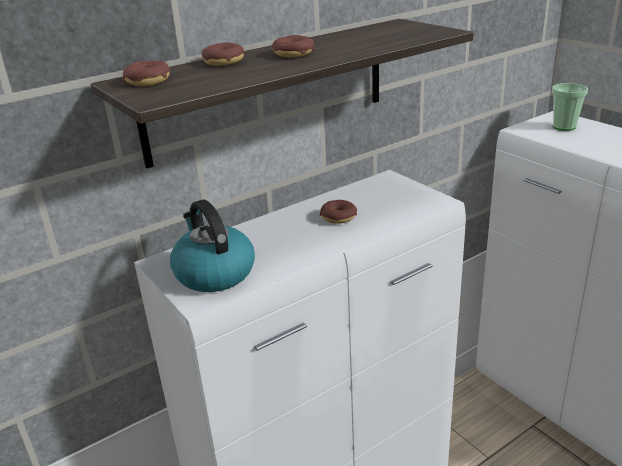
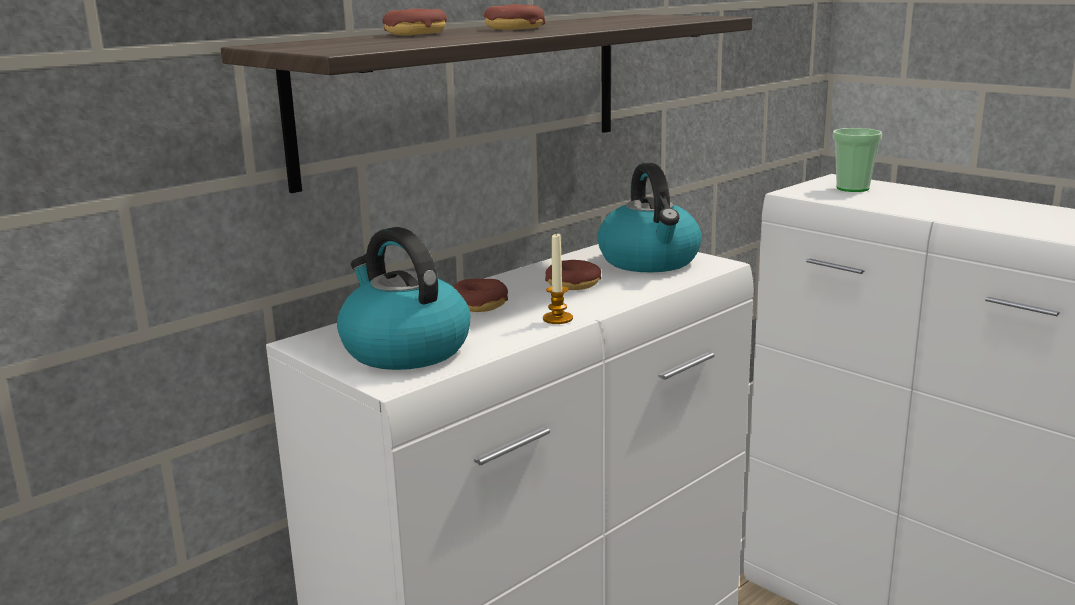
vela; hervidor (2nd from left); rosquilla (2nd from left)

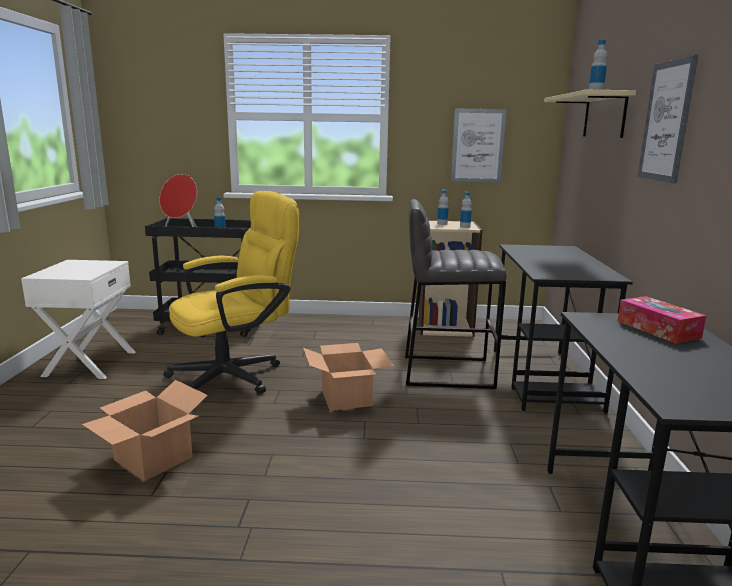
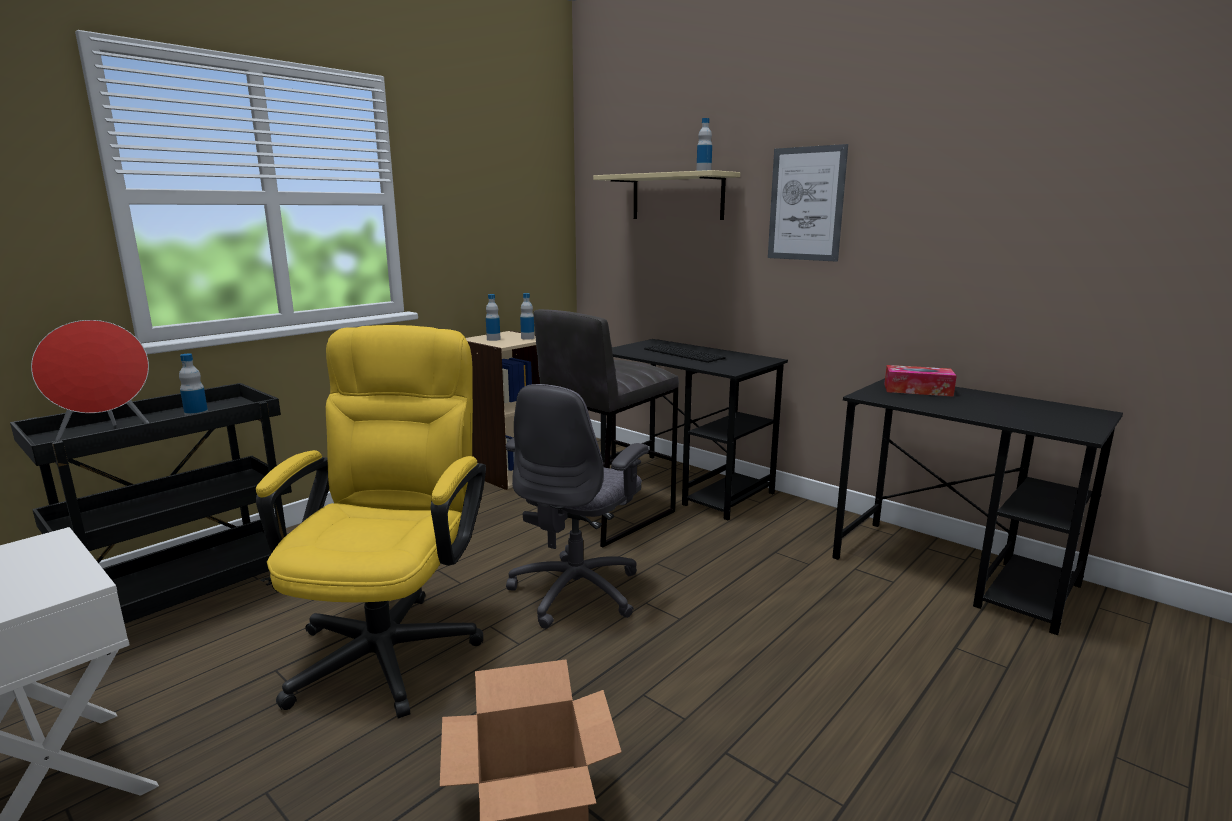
cuadro (1st from left in the first image); teclado; silla de oficina/gris

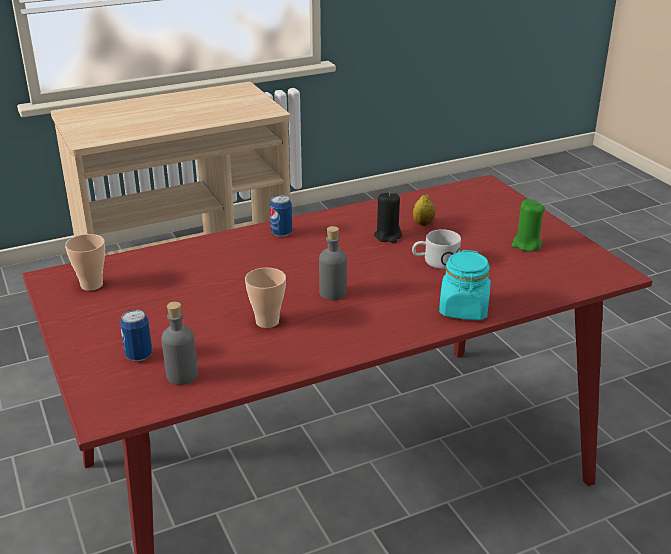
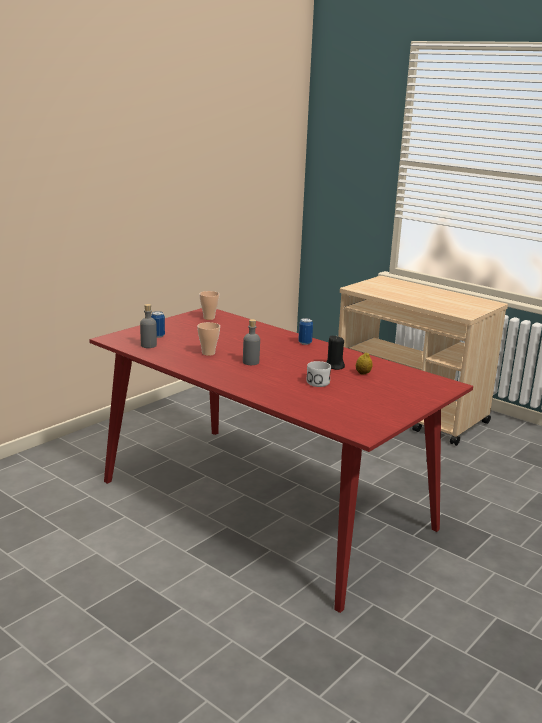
tarro/turquesa; vela/verde

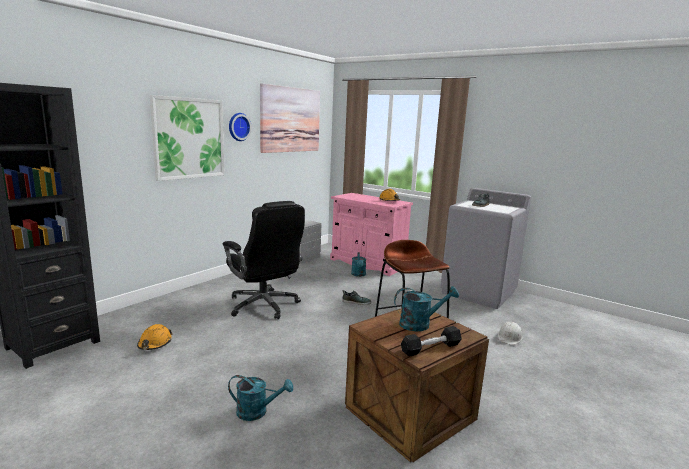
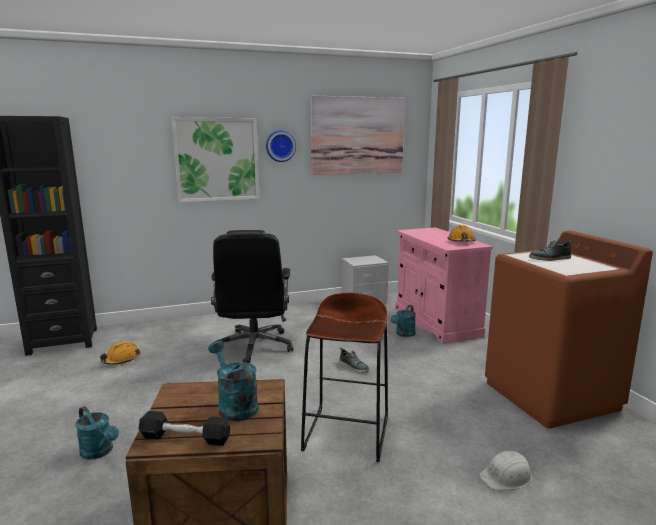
lavadora/marrón; regadera/turquesa (2nd from left)

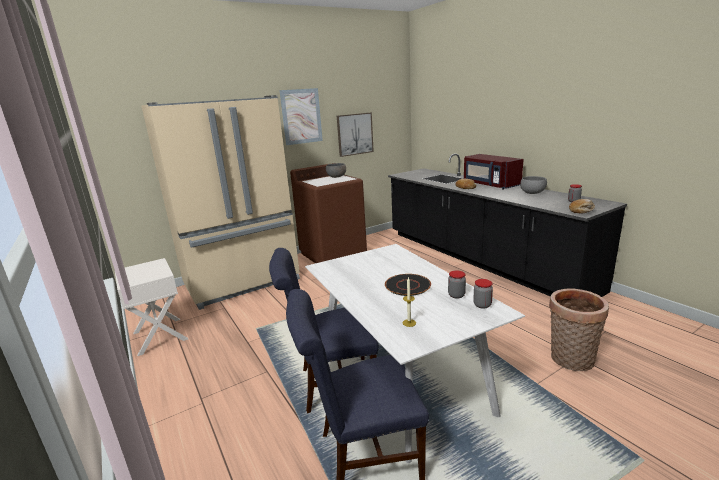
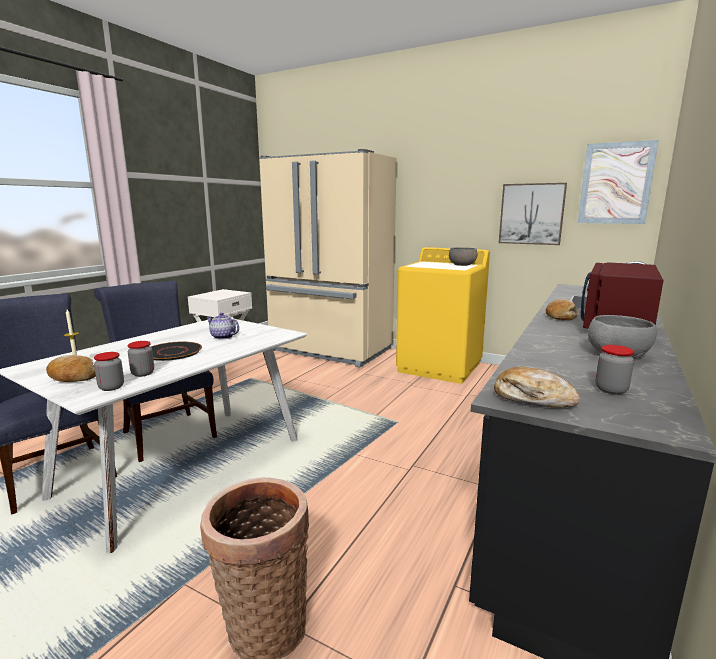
pan (1st from left); tetera; cuadro (2nd from left); lavadora/amarillo

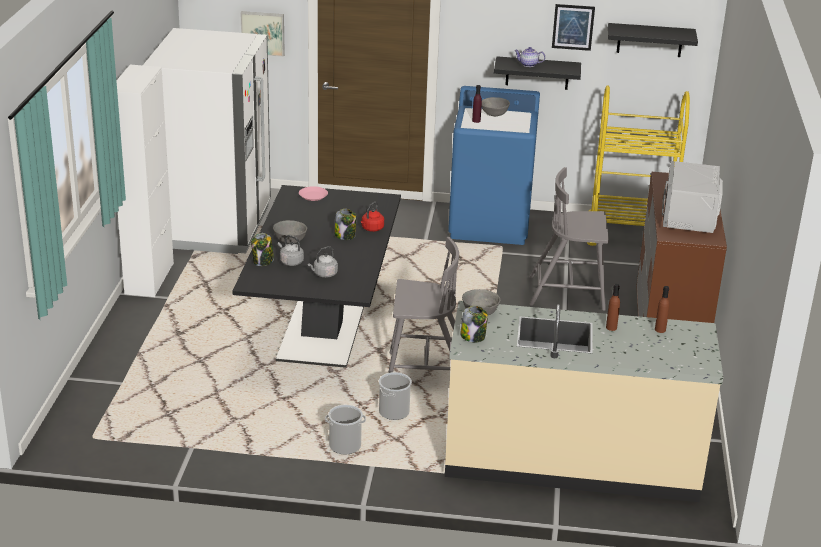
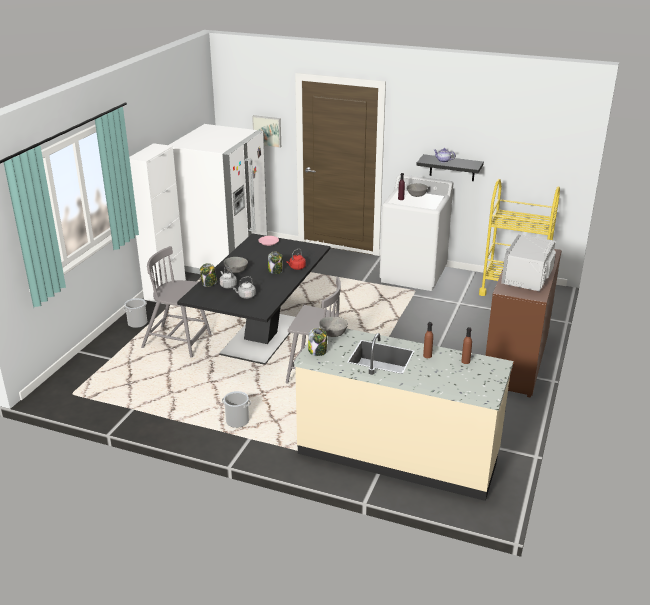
cuadro (2nd from left in the first image); estante/negro (2nd from left in the first image); cubo (1st from left); silla/gris (1st from left); lavadora/blanco

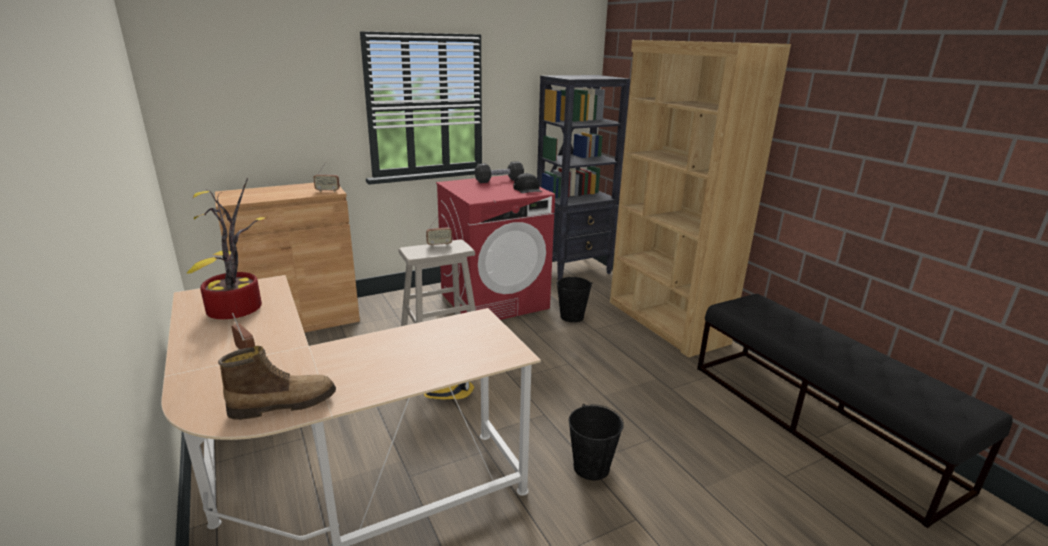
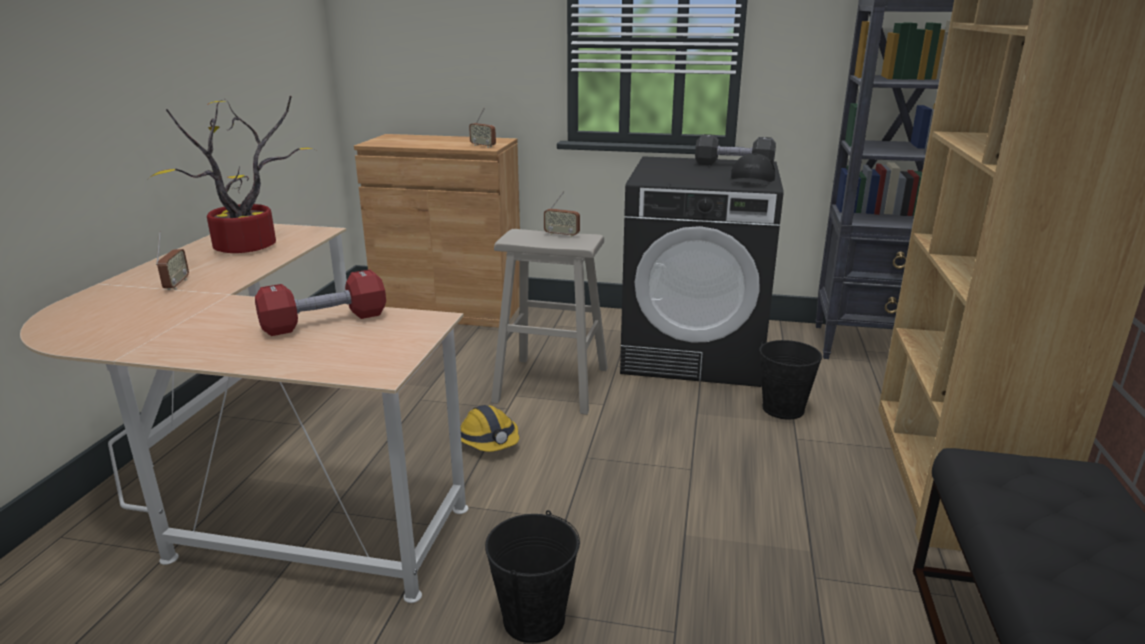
bota; mancuerna/rojo; lavadora/negro

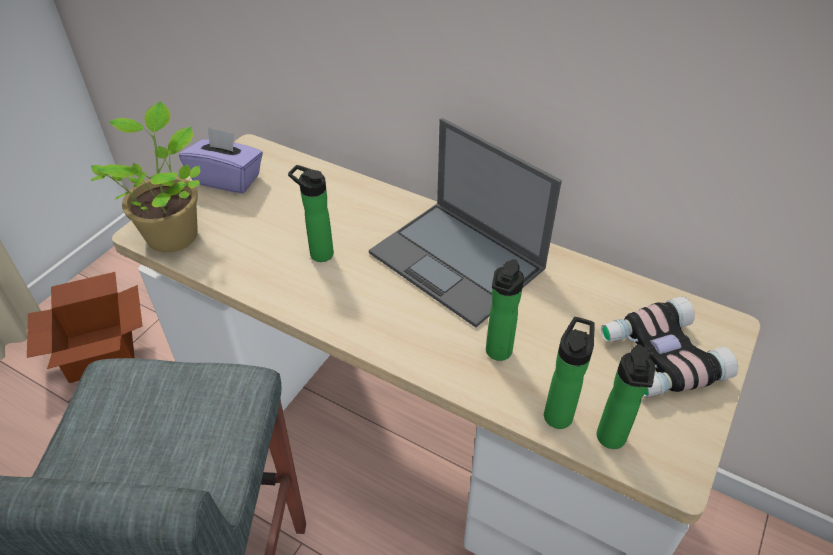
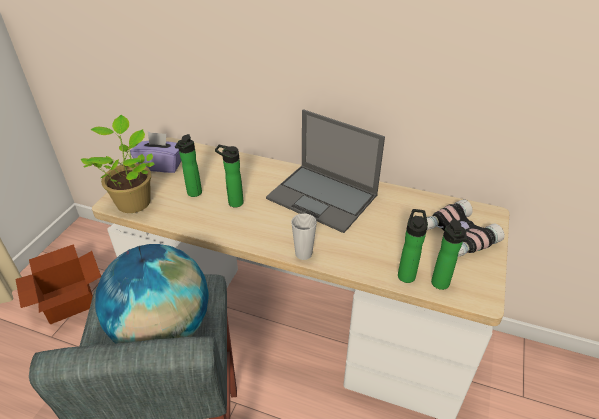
globo terráqueo; taza; botella (1st from left)

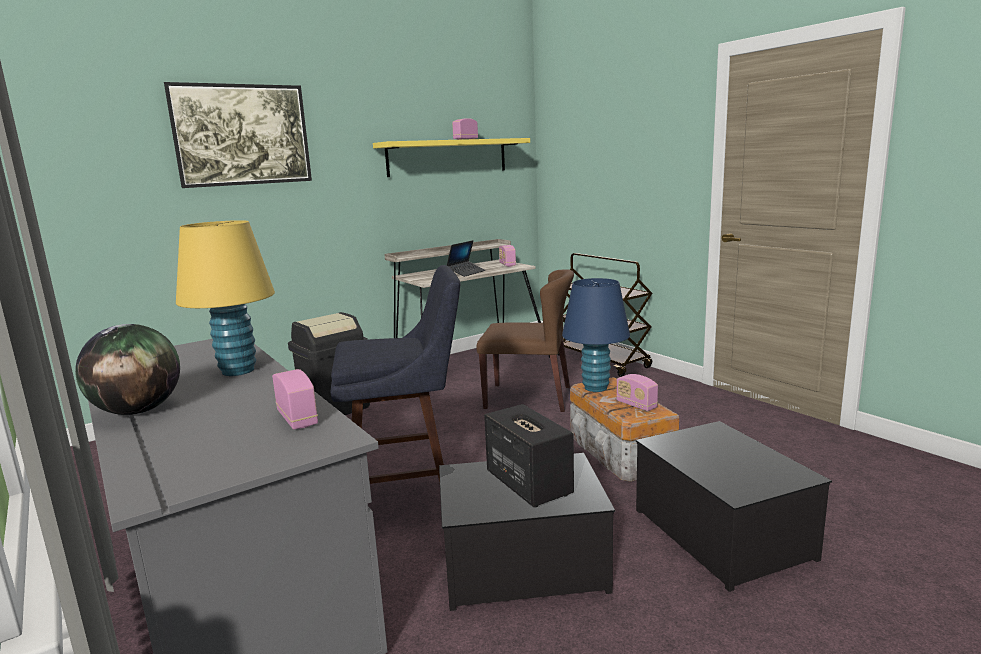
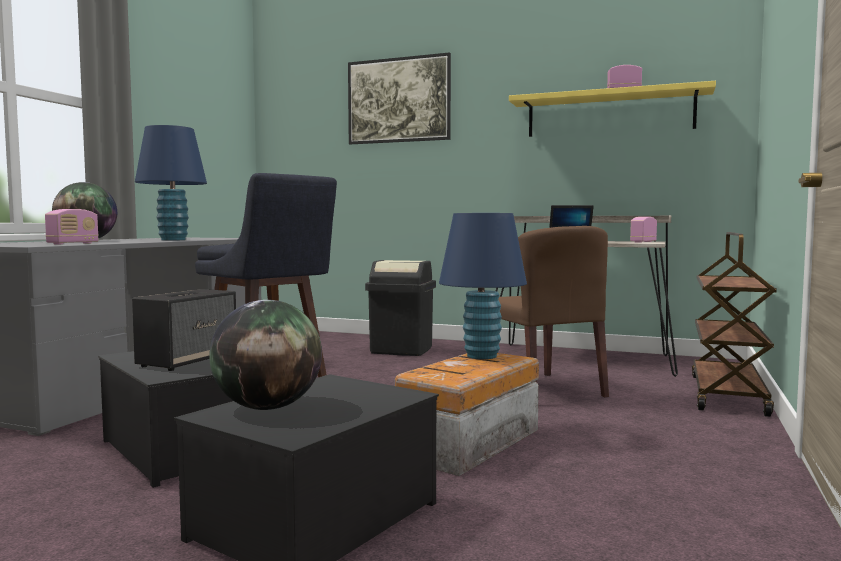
radio (4th from left in the first image); globo terráqueo (2nd from left); lámpara de mesa/azul (1st from left)

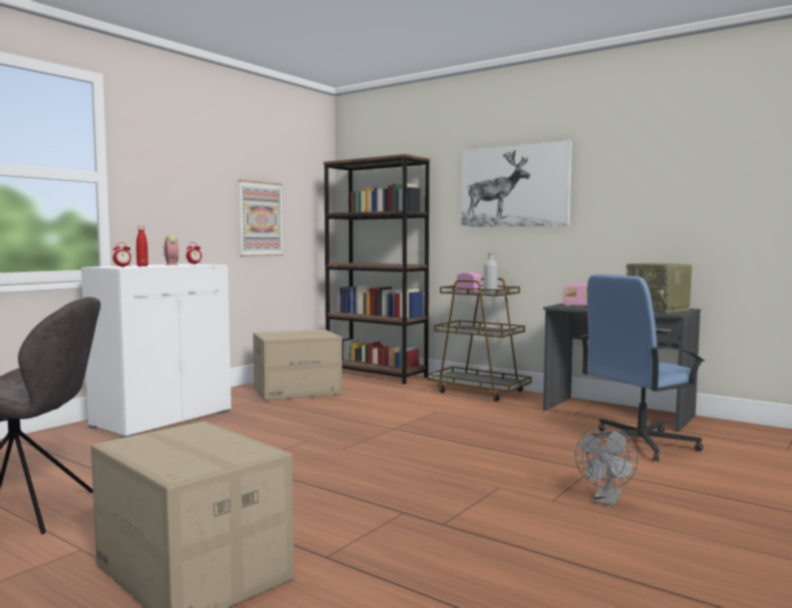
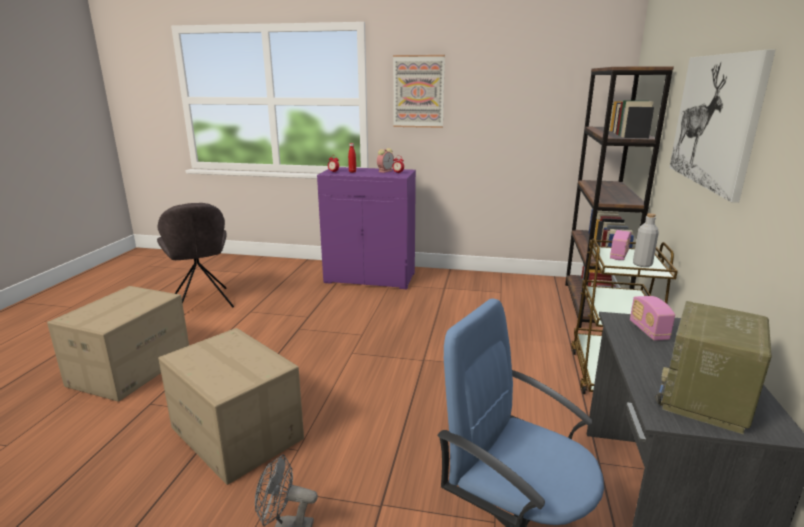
cuadro (1st from left); caja de cartón (2nd from left); armario/morado

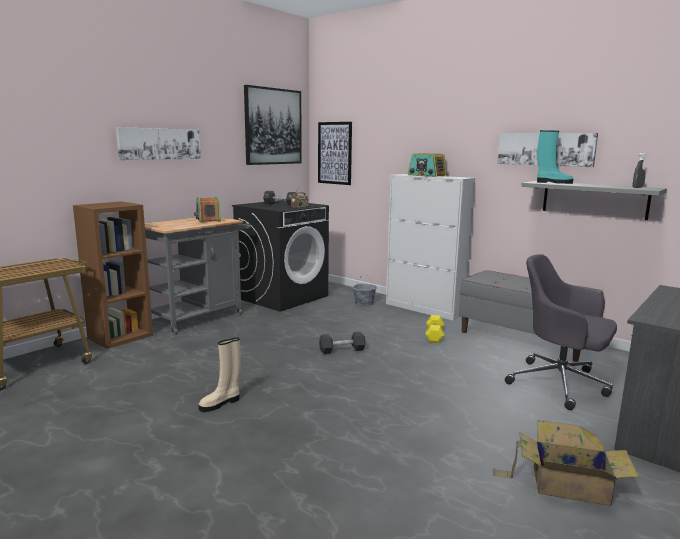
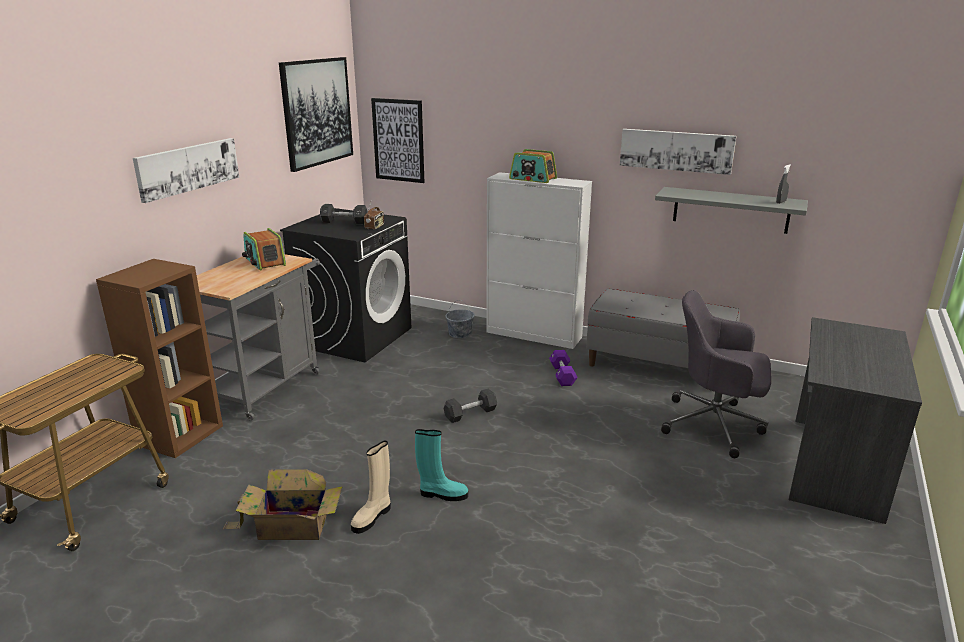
caja de cartón; bota/turquesa; mancuerna/morado

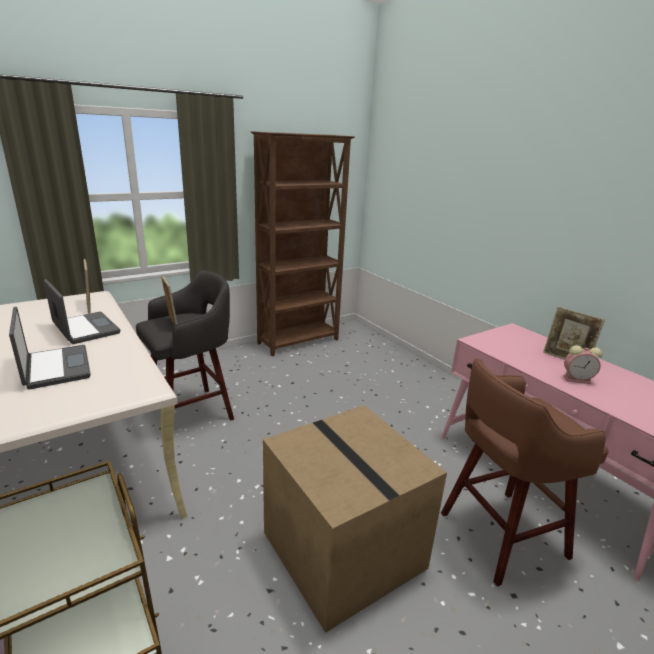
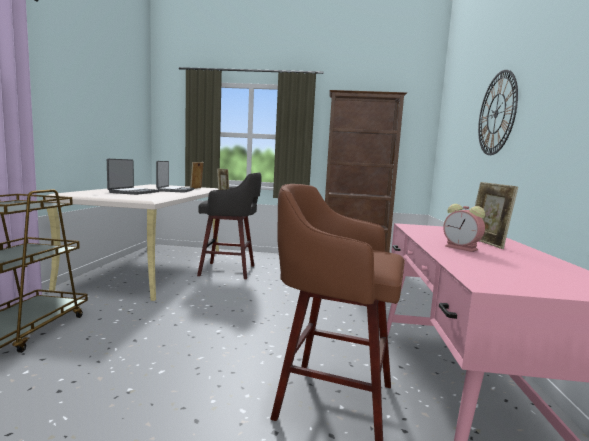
caja de cartón; reloj de pared

